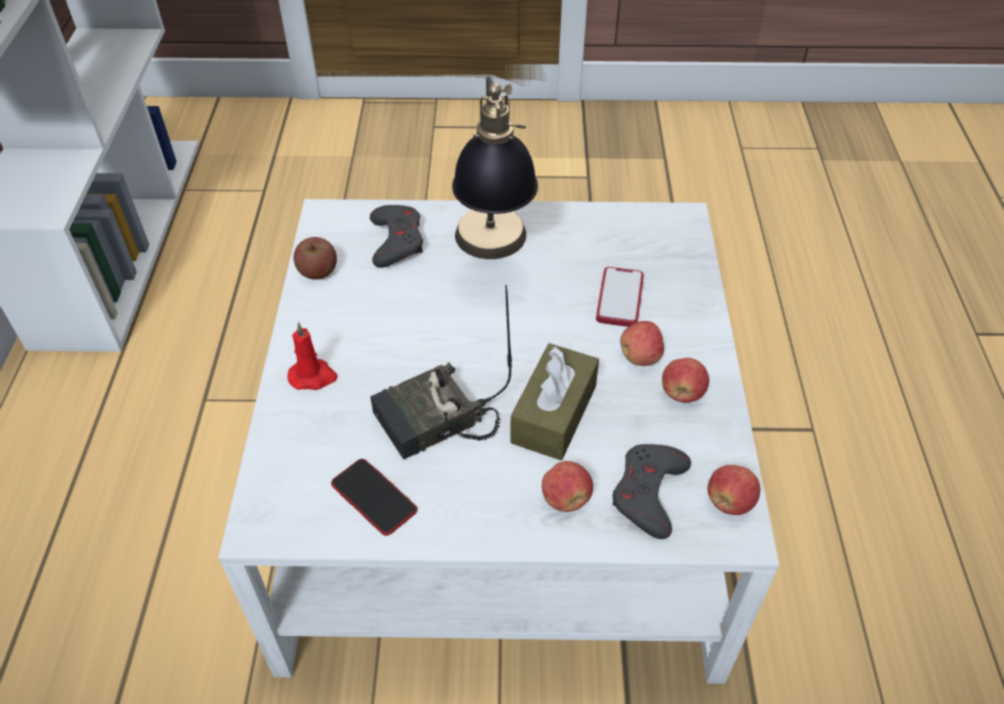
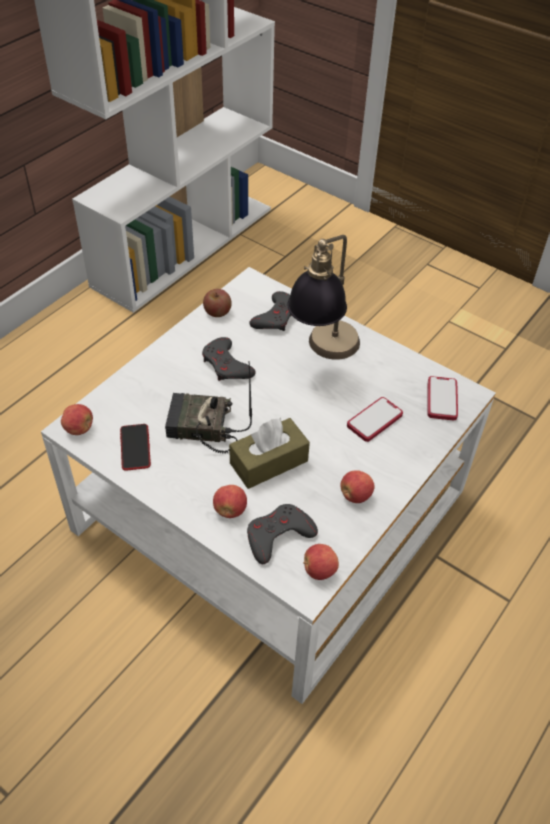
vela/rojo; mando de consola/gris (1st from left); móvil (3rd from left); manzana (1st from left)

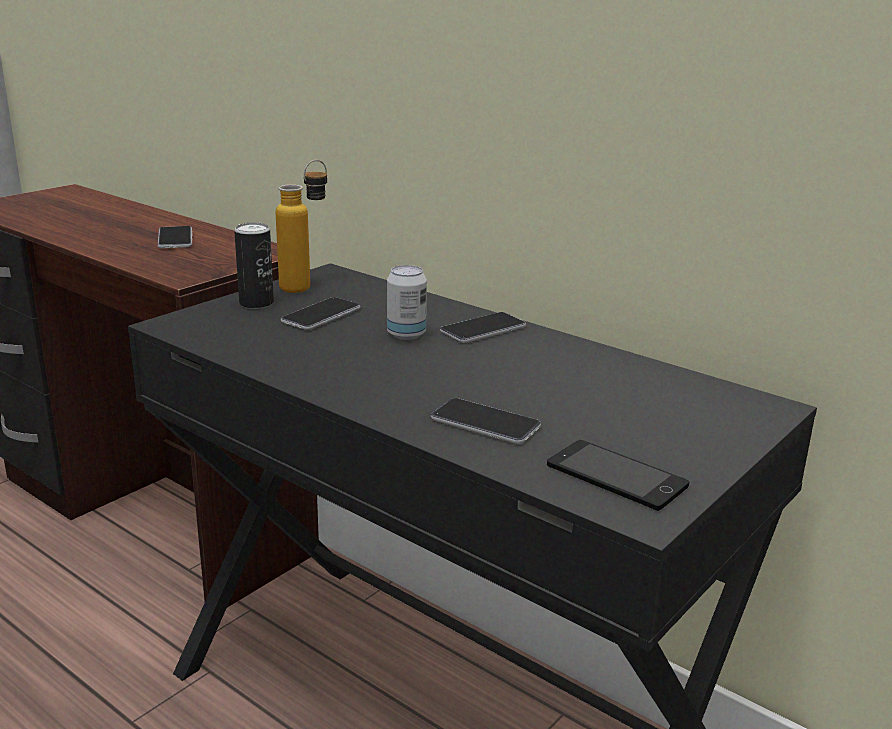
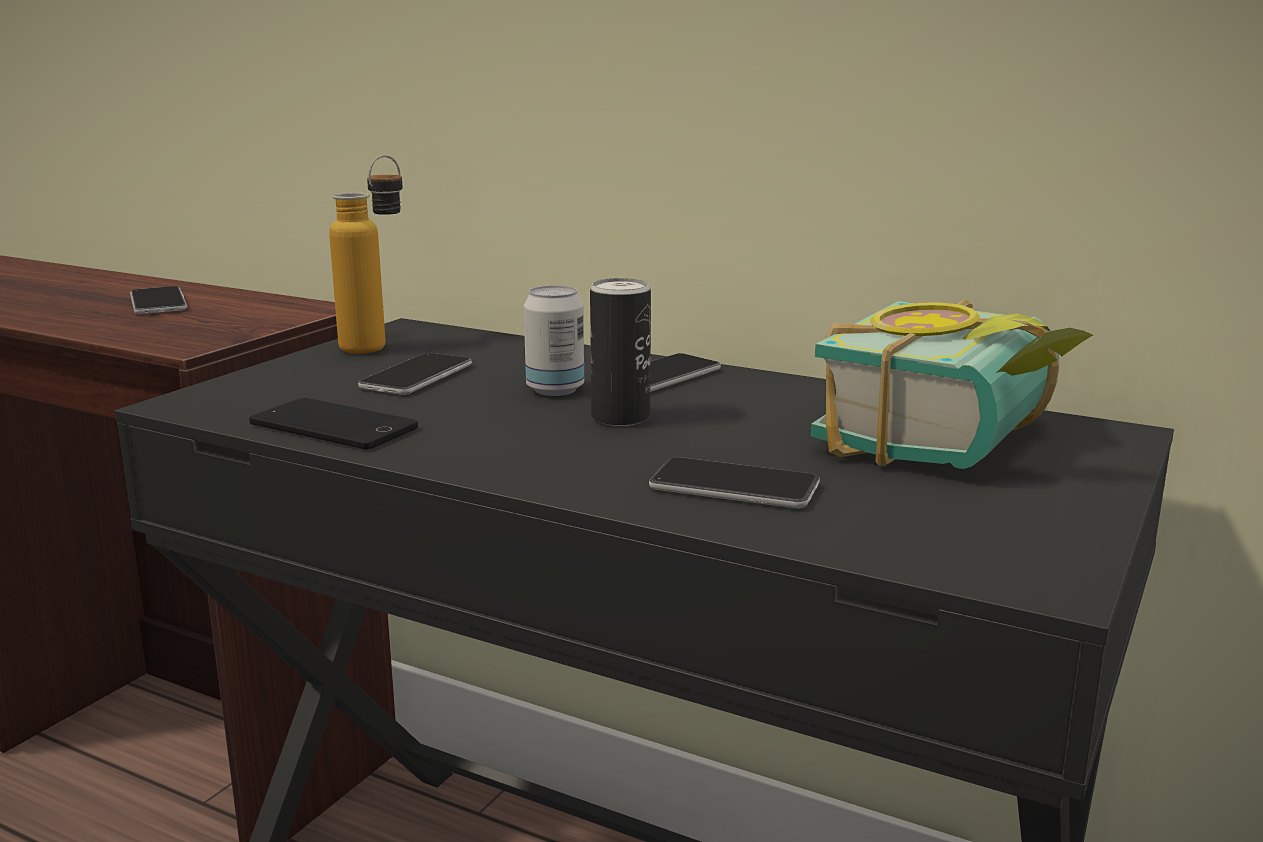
libro; lata (2nd from left); móvil (2nd from left)

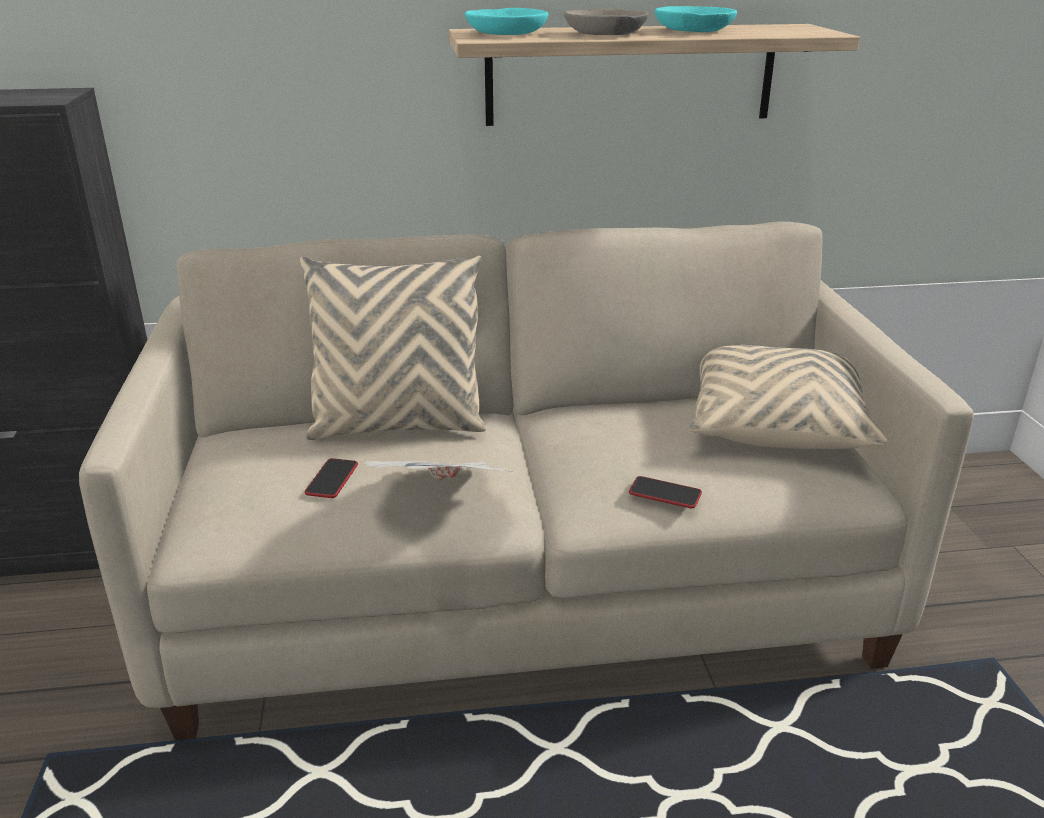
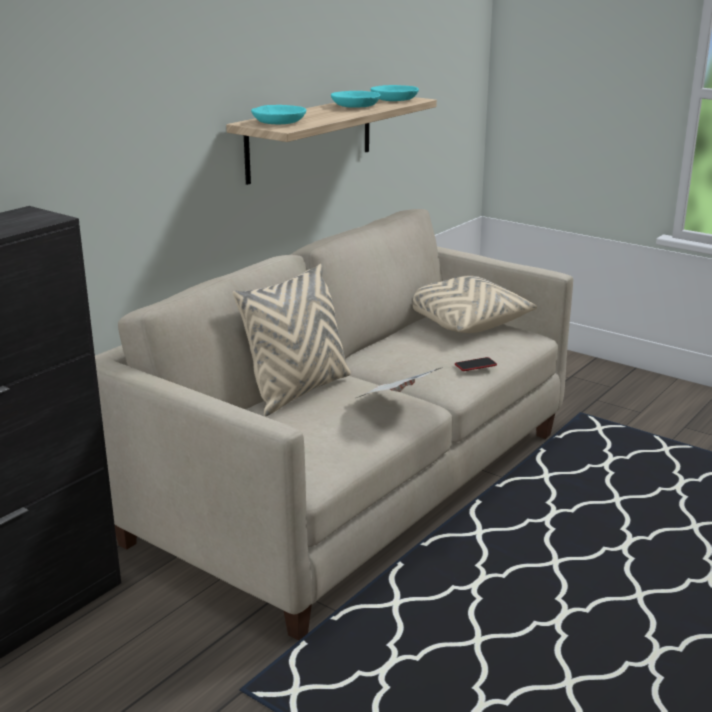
móvil (1st from left in the first image); cuenco/gris; cuenco/turquesa (3rd from left)

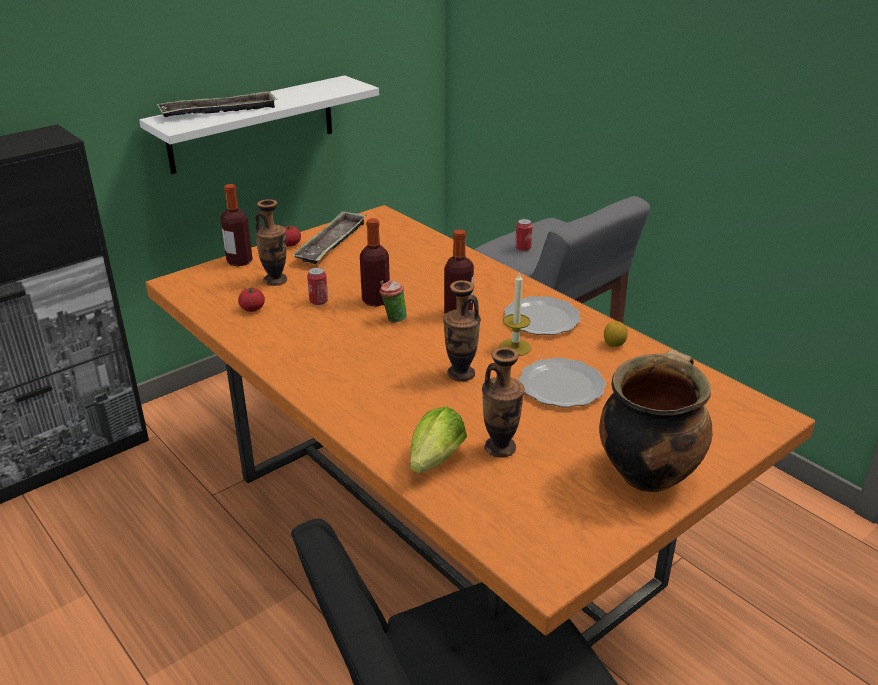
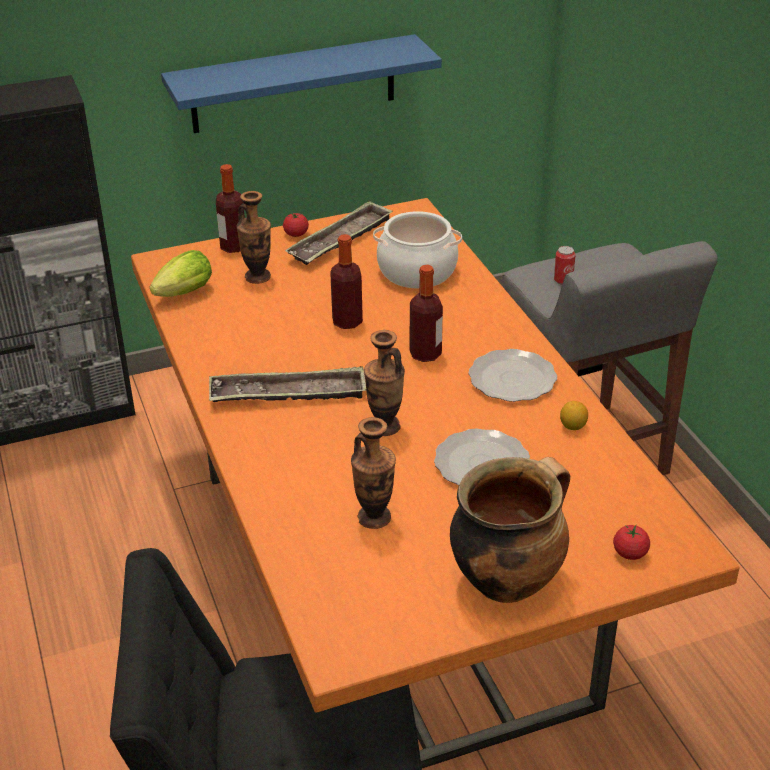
lata (1st from left in the first image); taza; vela; olla (1st from left); bandeja (1st from left); tomate (2nd from left); lechuga; estante/azul

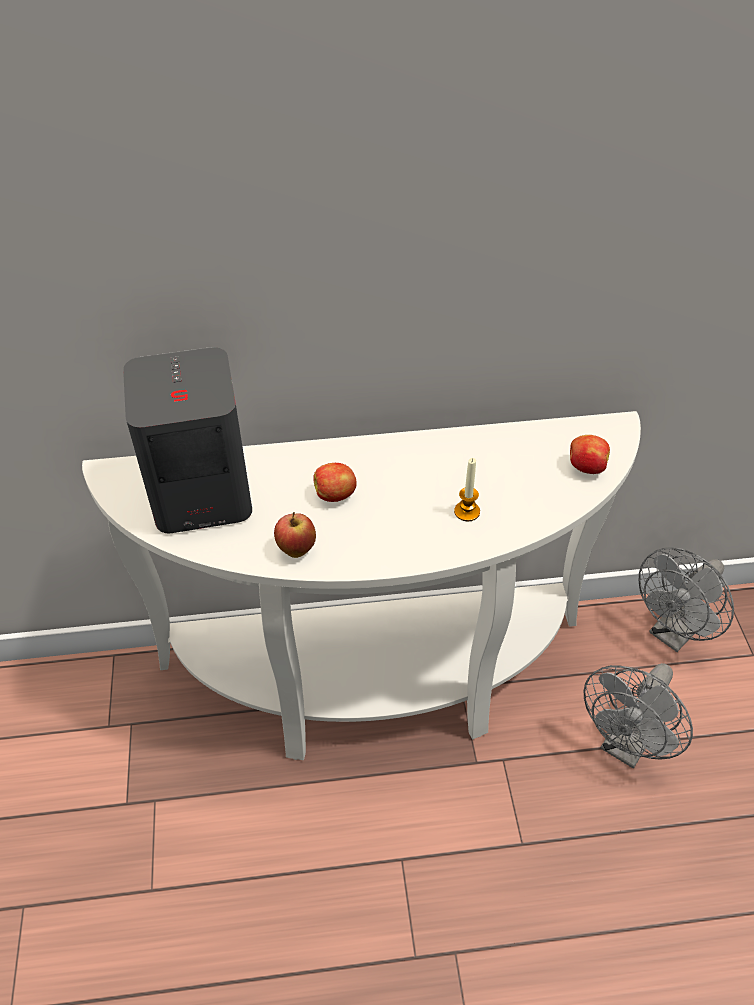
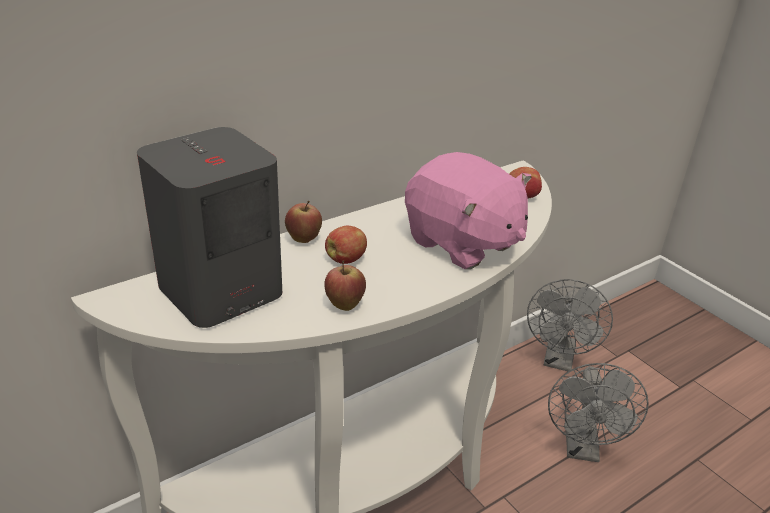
manzana (1st from left); peluche/rosa

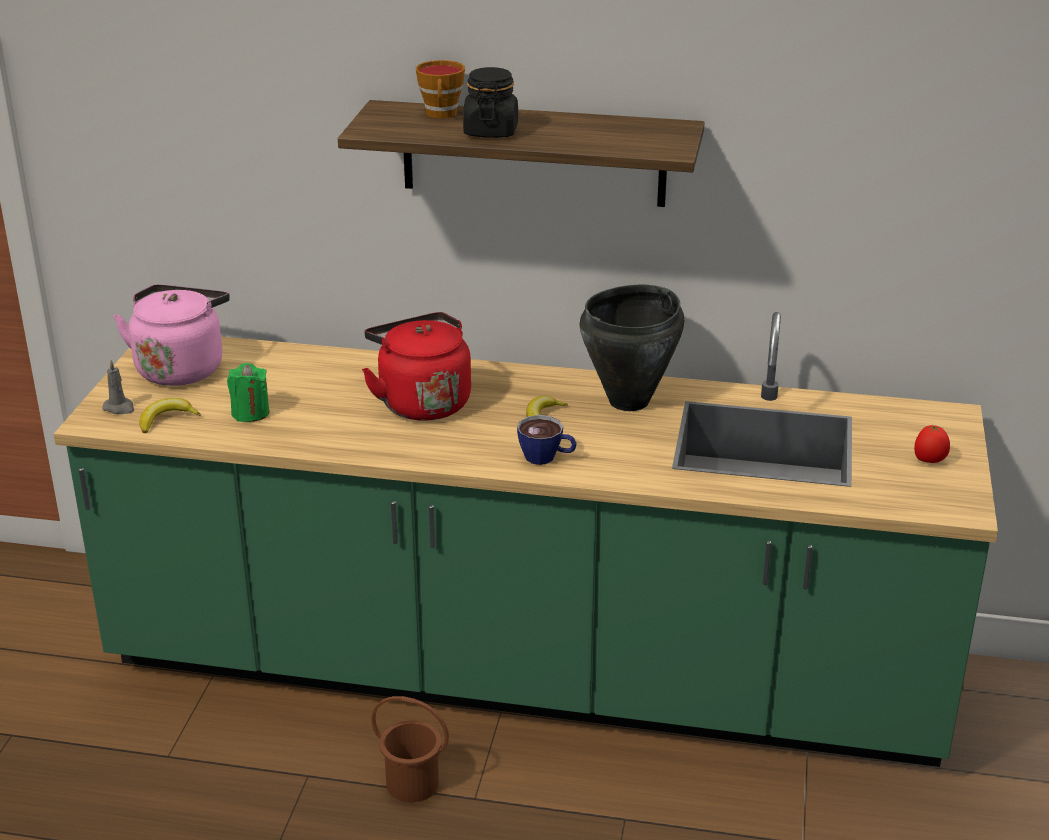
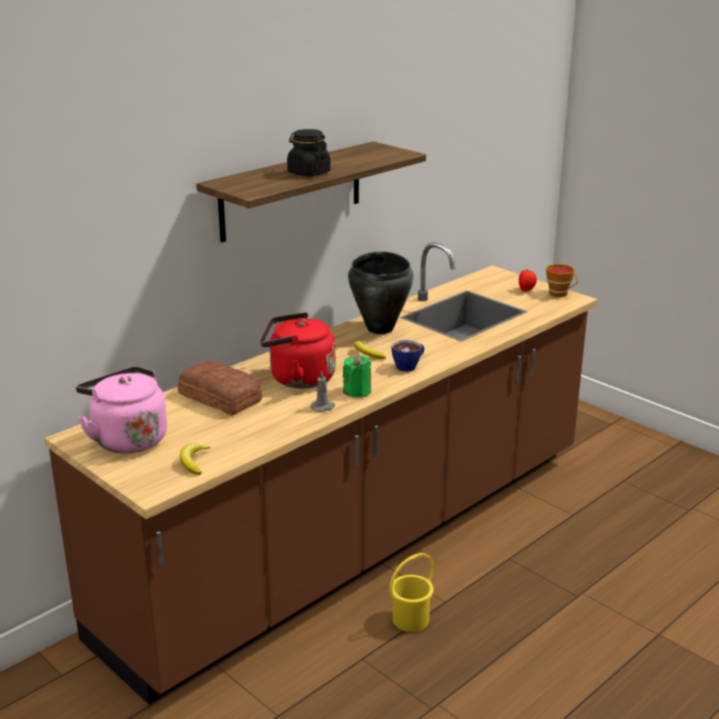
pan; vela/gris; vela/verde; taza (2nd from left); mueble bajo de cocina/marrón; cubo/amarillo

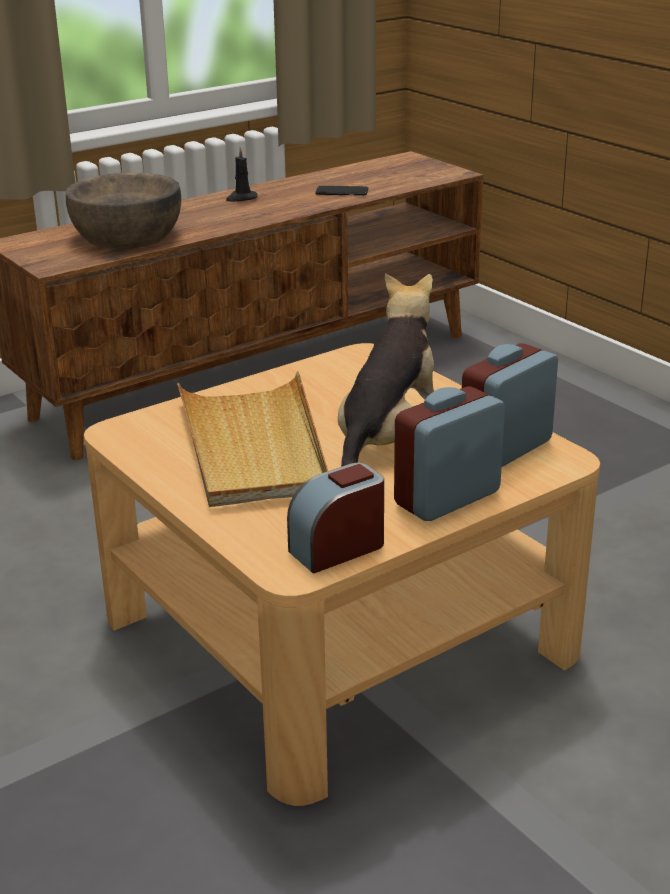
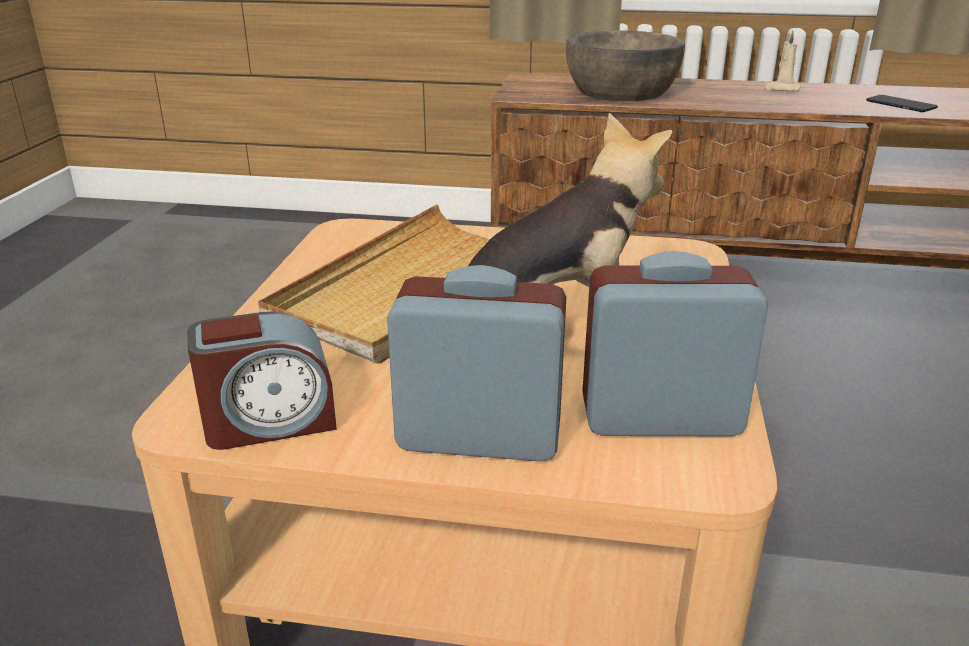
vela/beis; despertador (1st from left)

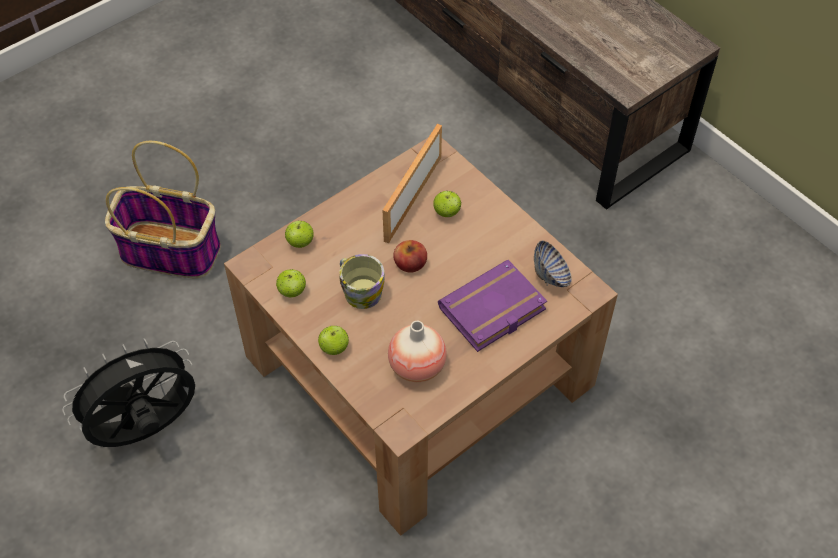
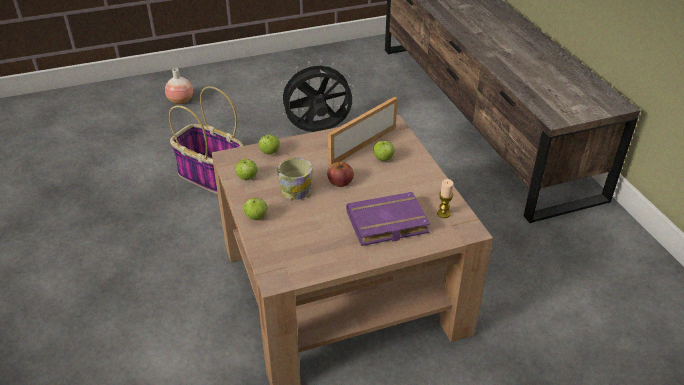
ventilador/negro; florero; vela

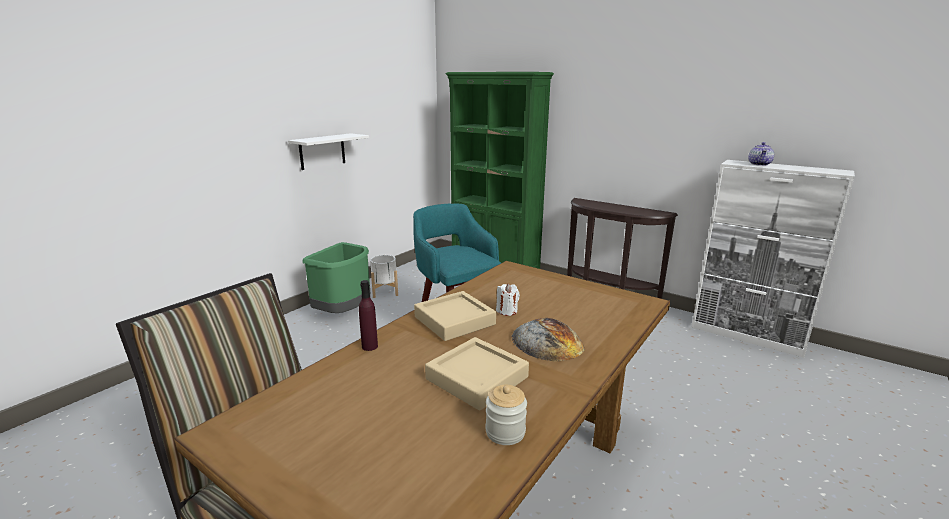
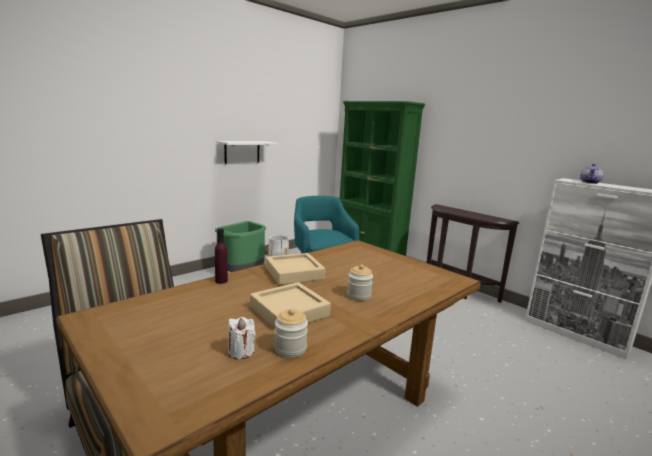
vela/blanco; tarro (2nd from left)

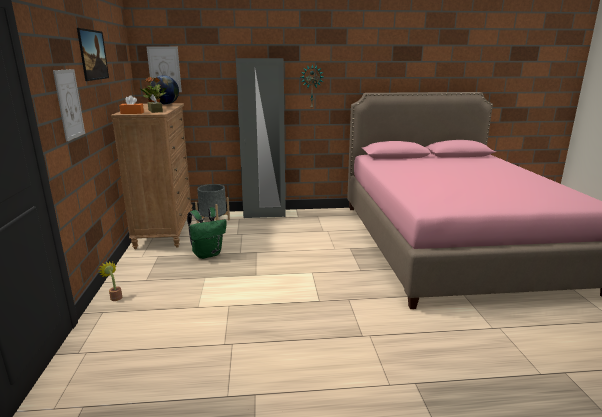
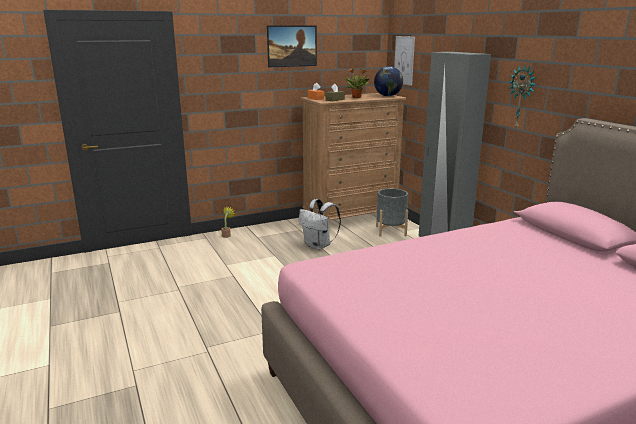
cuadro (1st from left in the first image); mochila/blanco

